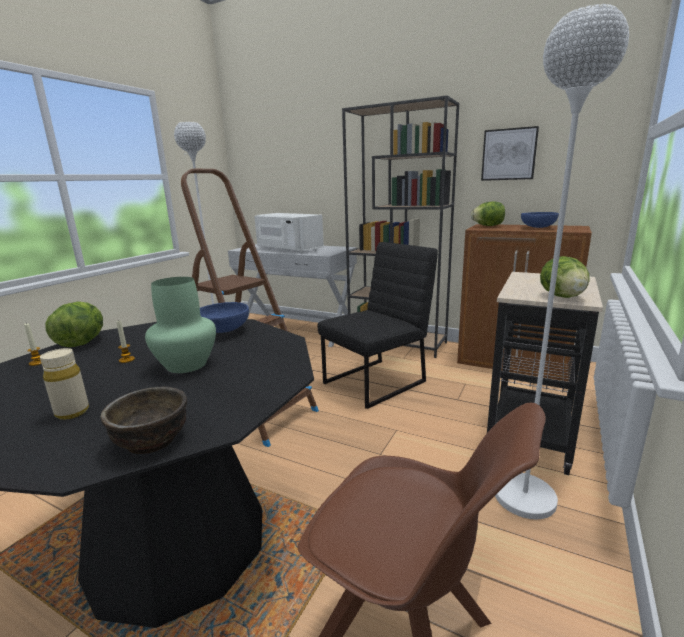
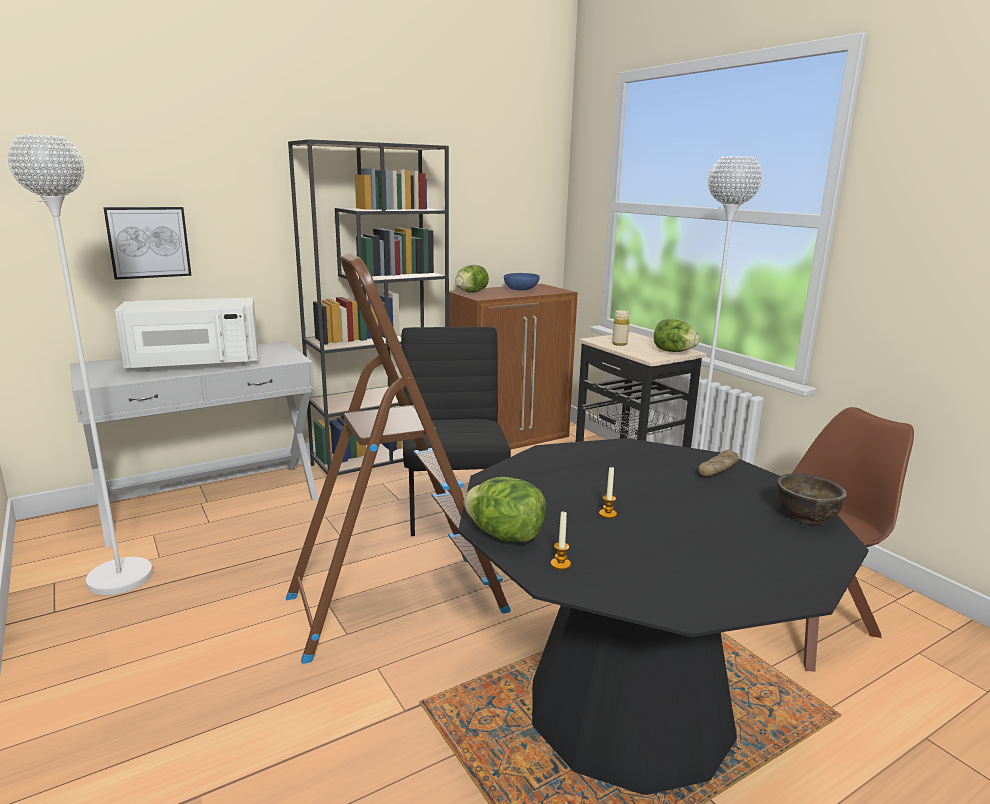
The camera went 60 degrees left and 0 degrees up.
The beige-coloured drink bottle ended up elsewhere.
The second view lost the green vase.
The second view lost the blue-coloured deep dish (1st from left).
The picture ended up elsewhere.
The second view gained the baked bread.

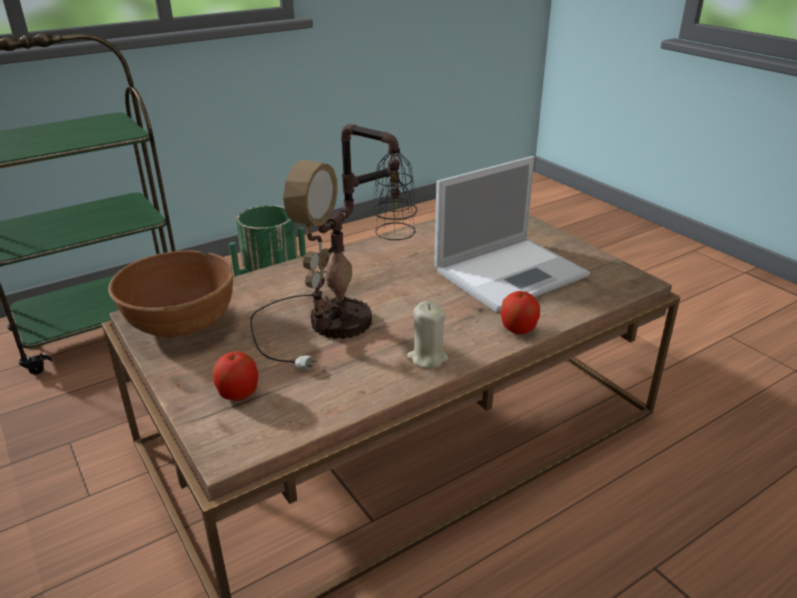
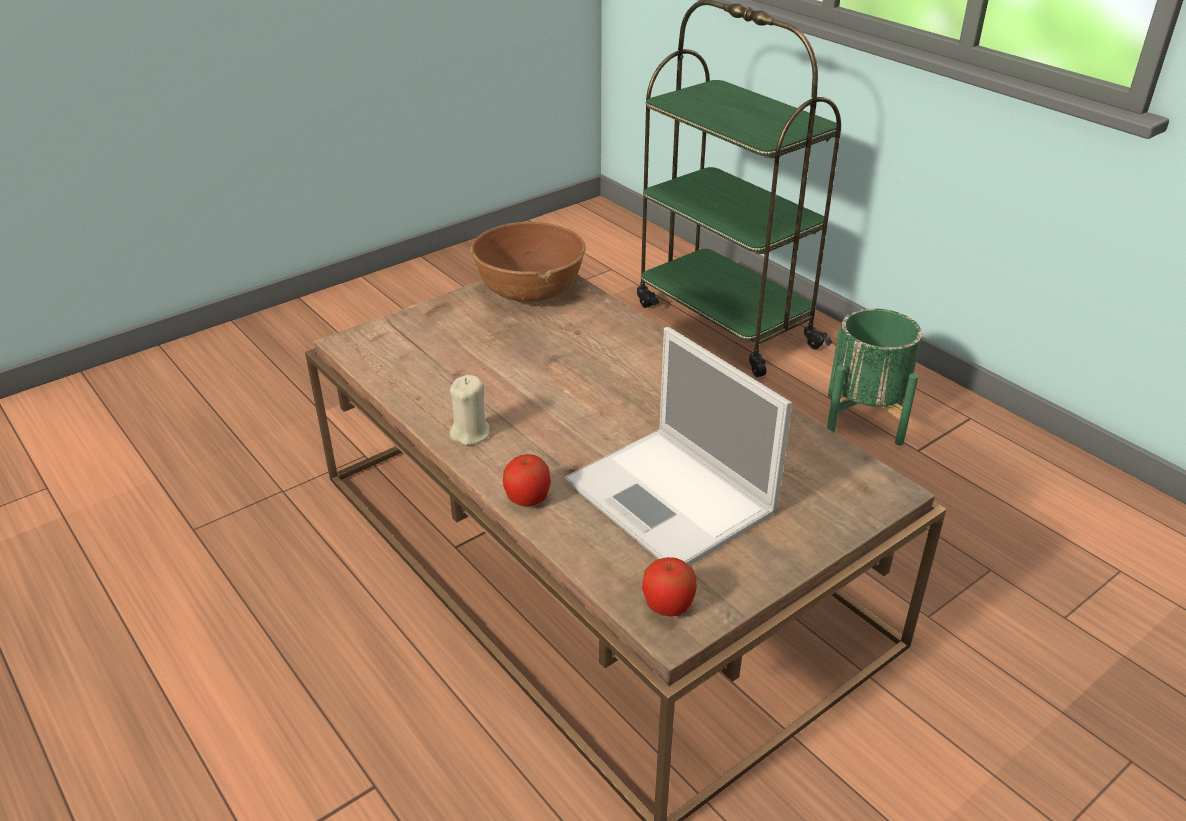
The camera went 85 degrees right and 5 degrees up.
The whole apple (1st from left in the first image) ended up elsewhere.
The second view lost the table lamp.

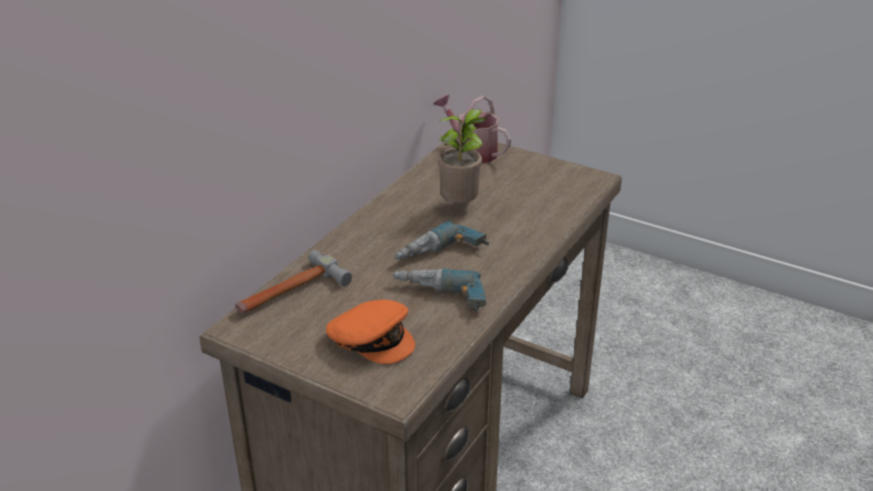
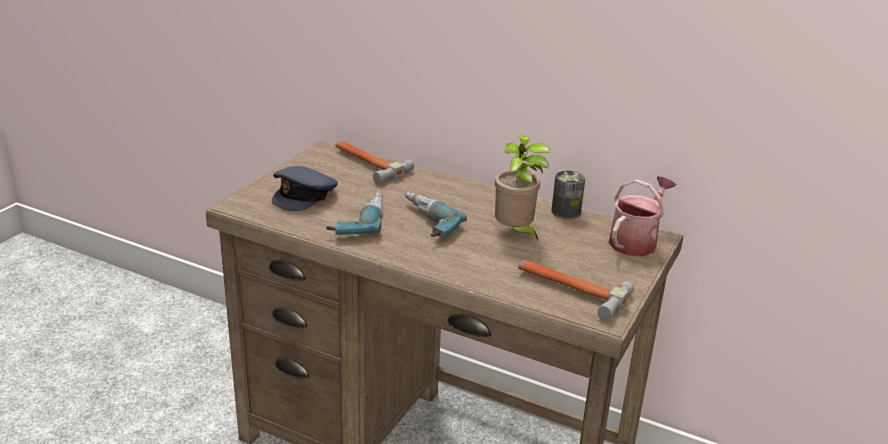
The camera went 85 degrees right and 5 degrees down.
What was the orange-coloured peaked cap turned into the grey peaked cap.
The second view gained the hand hammer (2nd from left).
The second view gained the sealed can.

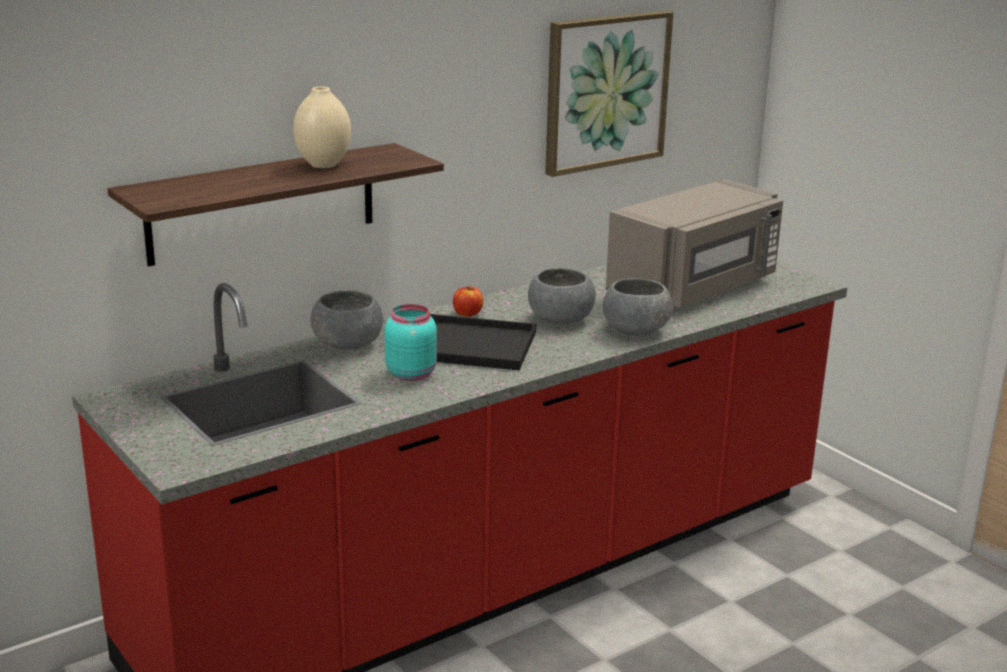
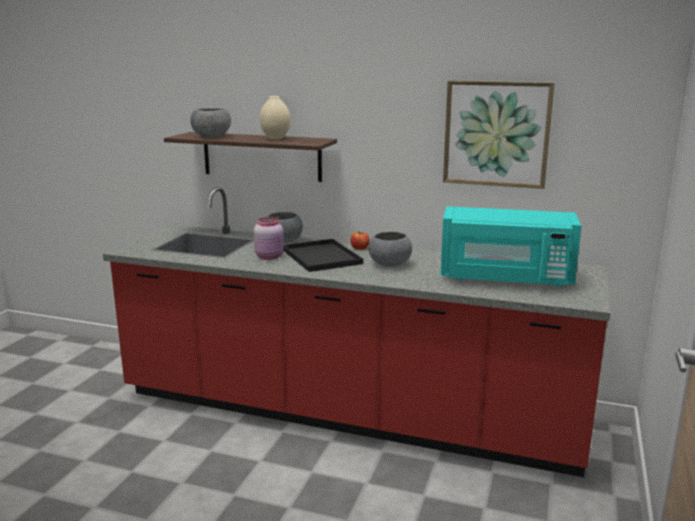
The camera went 55 degrees right and 5 degrees down.
What was the blue-green storage jar turned into the pinkish storage jar.
The grey deep dish (3rd from left in the first image) ended up elsewhere.
What was the grey microwave turned into the blue-green microwave.

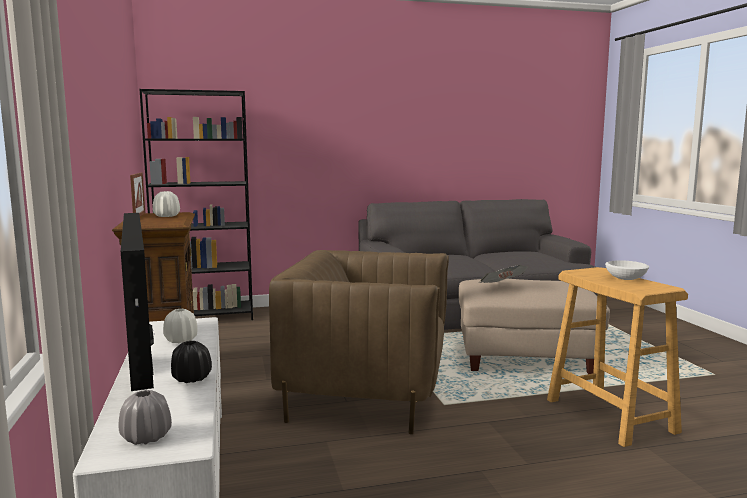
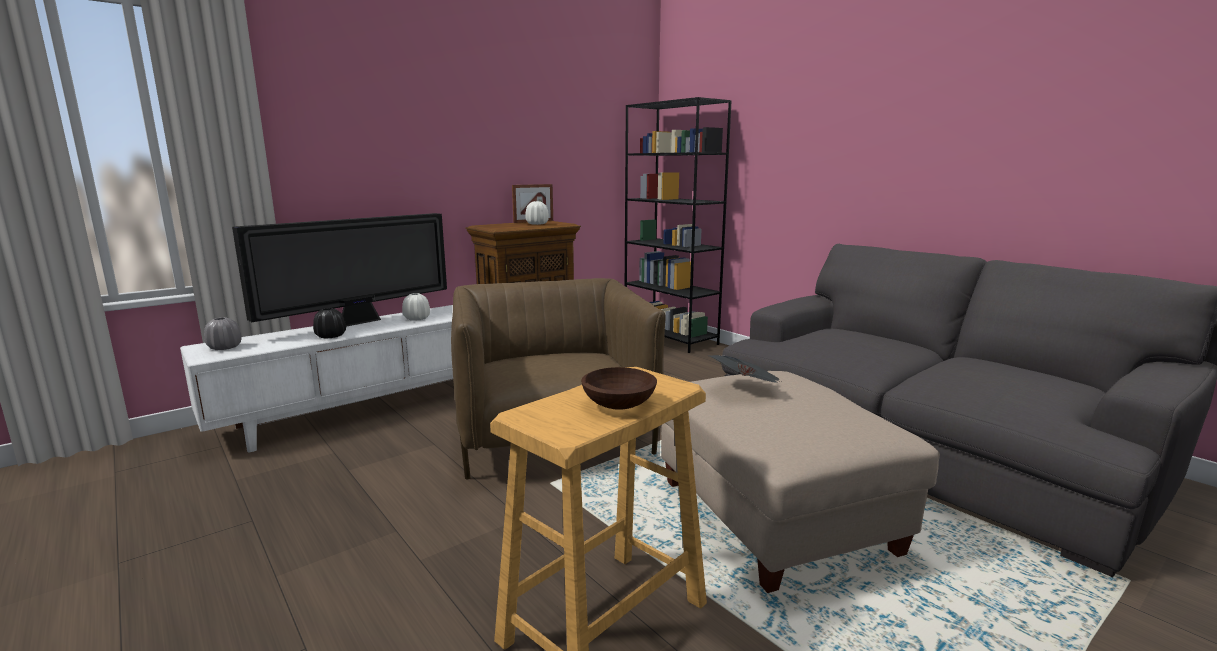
The camera went 65 degrees right and 5 degrees up.
What was the white-coloured deep dish turned into the brown-coloured deep dish.

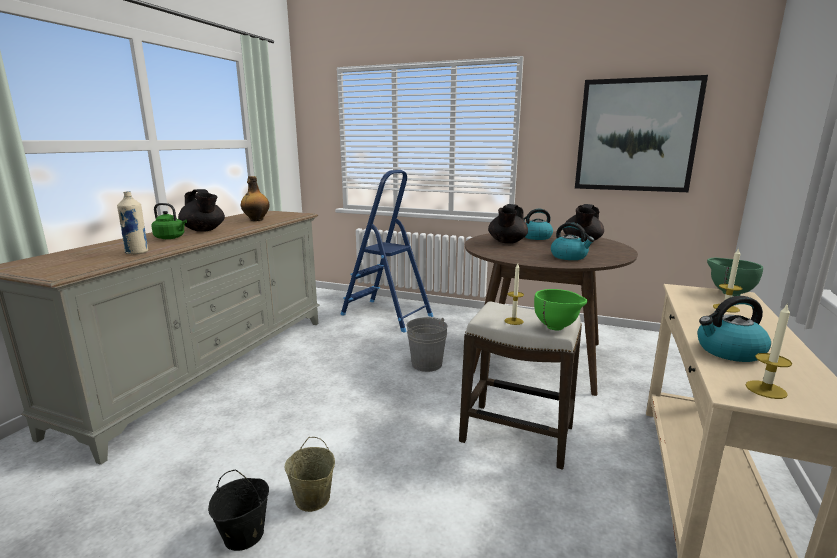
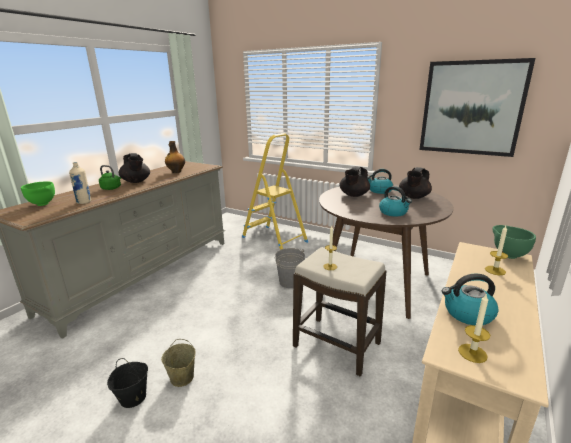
The camera went 10 degrees right and 5 degrees up.
What was the blue-coloured step stool turned into the yellow-coloured step stool.
The green deep dish (1st from left) ended up elsewhere.

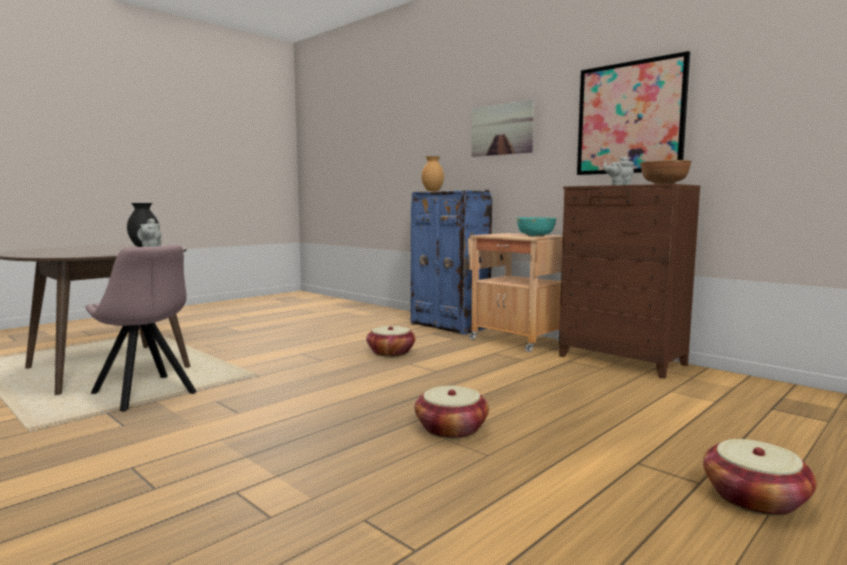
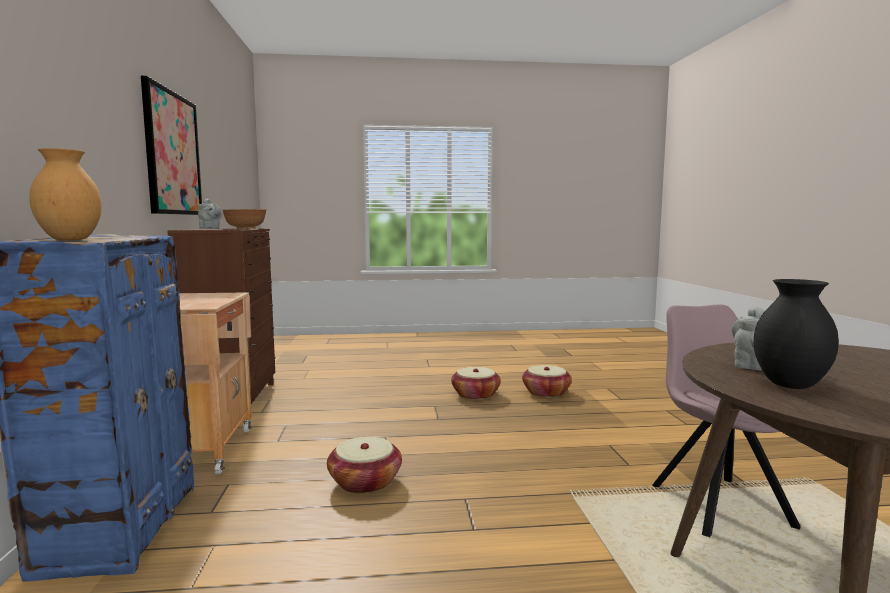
The camera went 140 degrees left and 0 degrees up.
The second view lost the picture (1st from left).
The second view lost the blue-green deep dish.
The basket (3rd from left) ended up elsewhere.

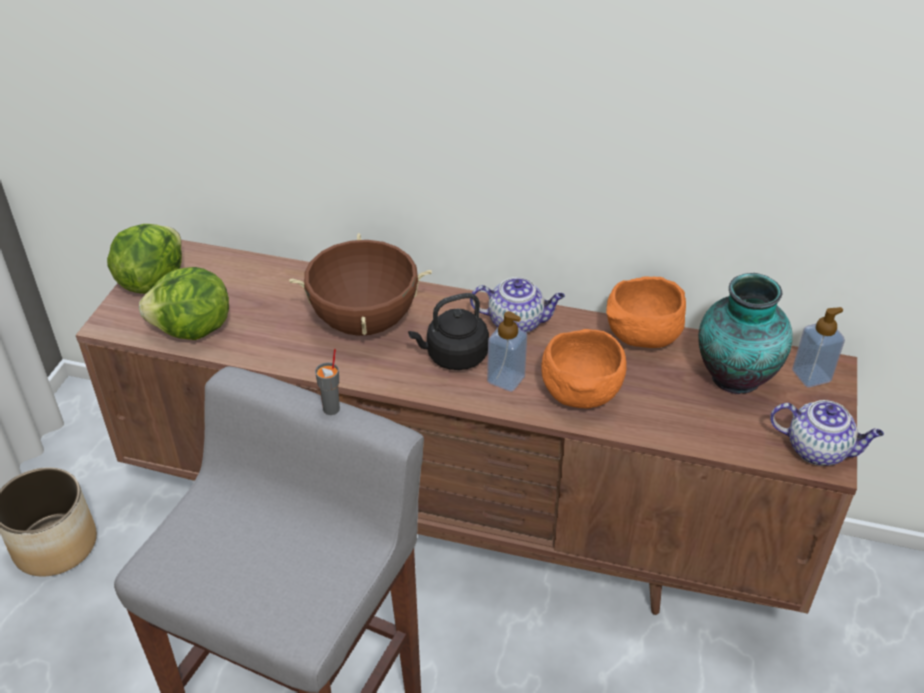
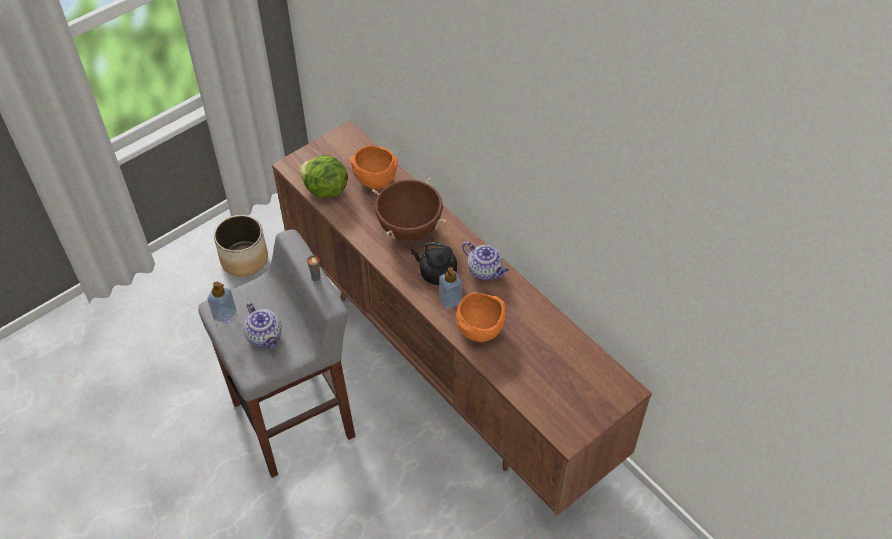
The camera went 35 degrees right and 10 degrees up.
The second view lost the lettuce head (1st from left).
The orange-coloured deep dish (2nd from left in the first image) ended up elsewhere.
The second view lost the vase.
The teapot (2nd from left in the first image) ended up elsewhere.
The soap bottle (2nd from left in the first image) ended up elsewhere.

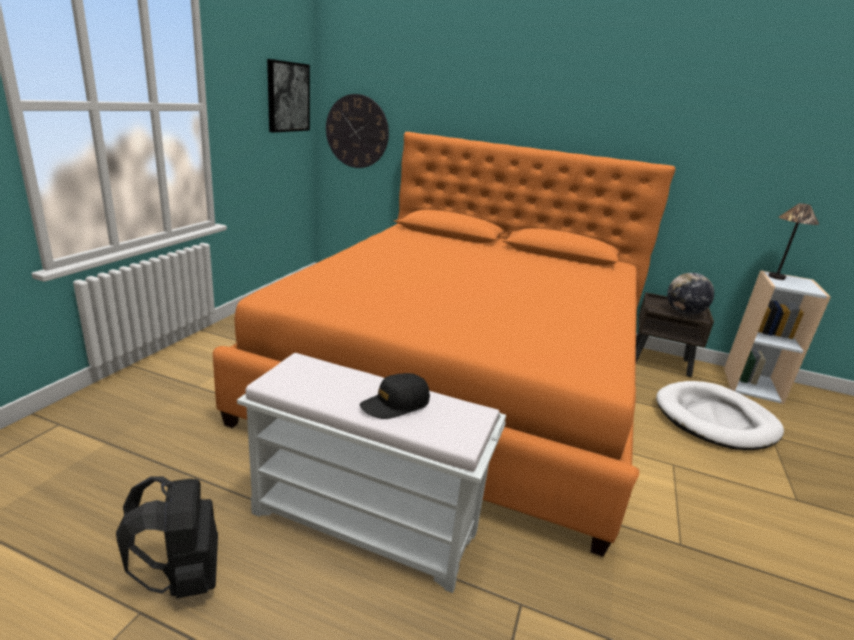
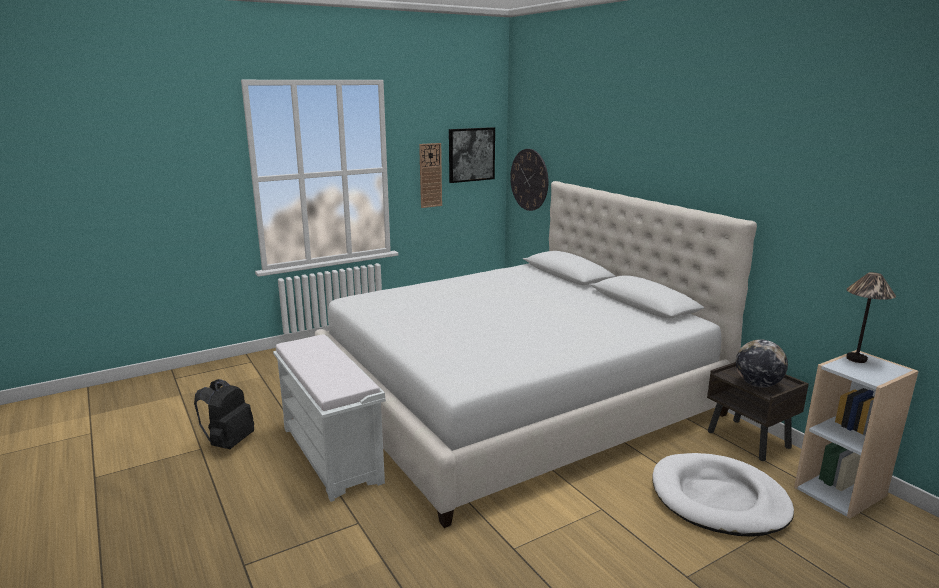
The camera went 40 degrees right and 5 degrees down.
What was the orange-coloured bed turned into the white-coloured bed.
The second view lost the black peaked cap.
The second view gained the hanging clock (1st from left).

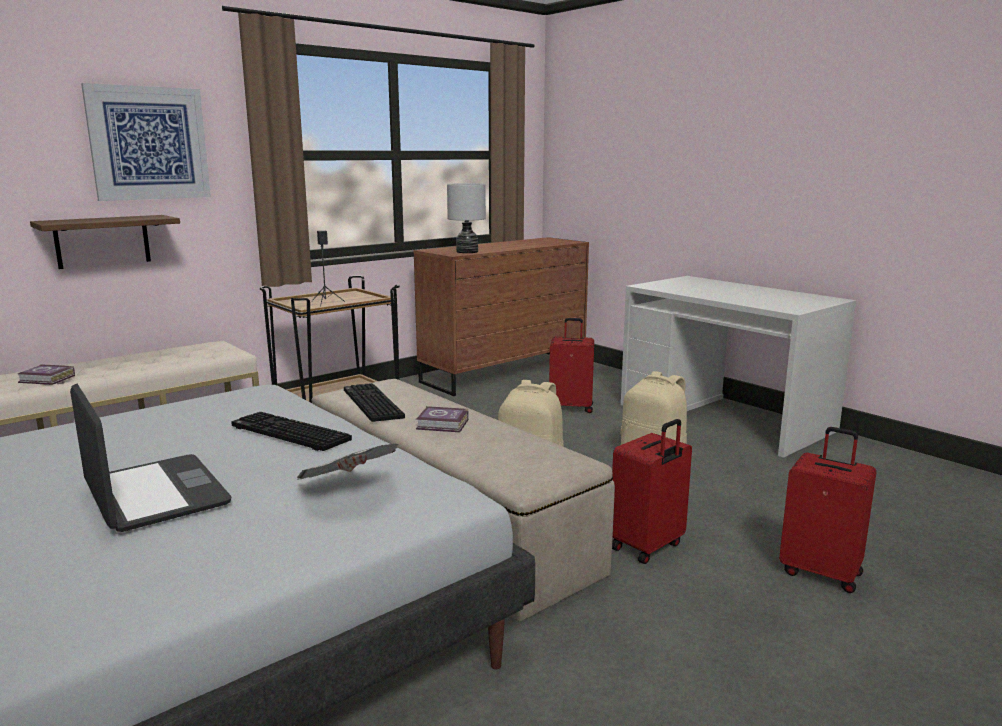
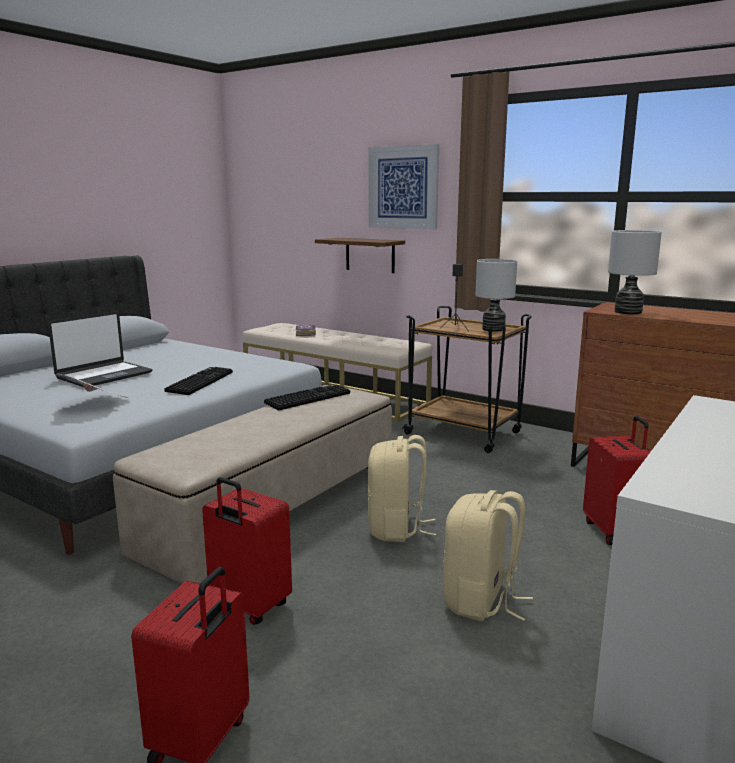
The camera went 75 degrees right and 0 degrees up.
The second view lost the volume (2nd from left).
The second view gained the grey table lamp (1st from left).

